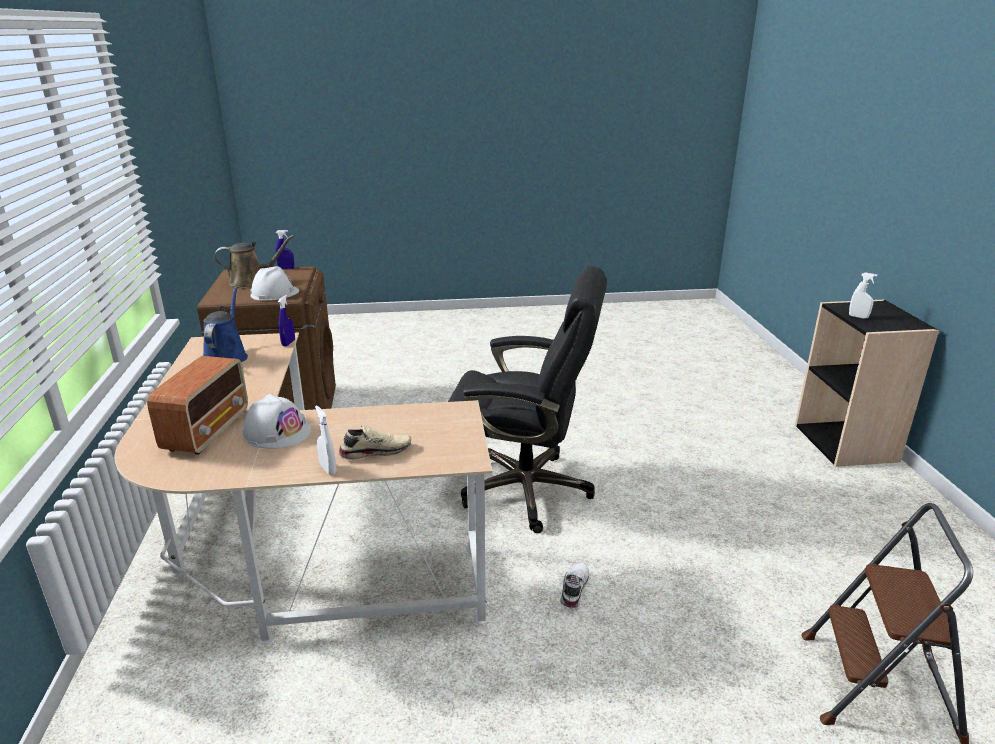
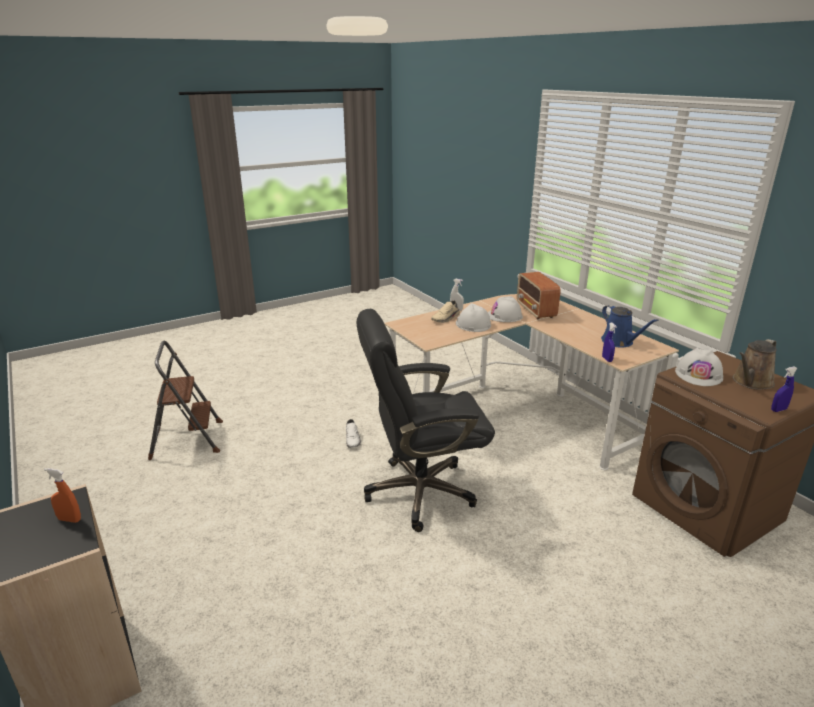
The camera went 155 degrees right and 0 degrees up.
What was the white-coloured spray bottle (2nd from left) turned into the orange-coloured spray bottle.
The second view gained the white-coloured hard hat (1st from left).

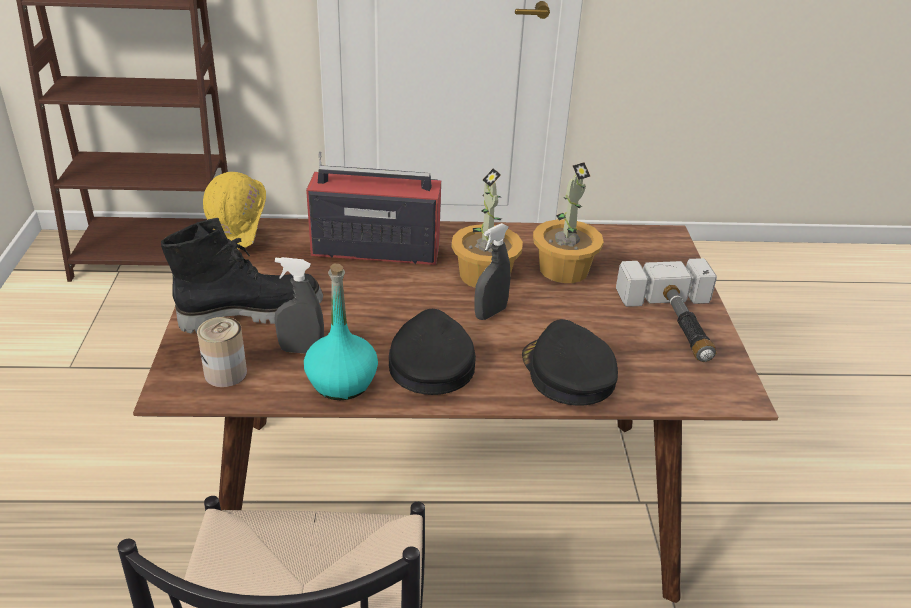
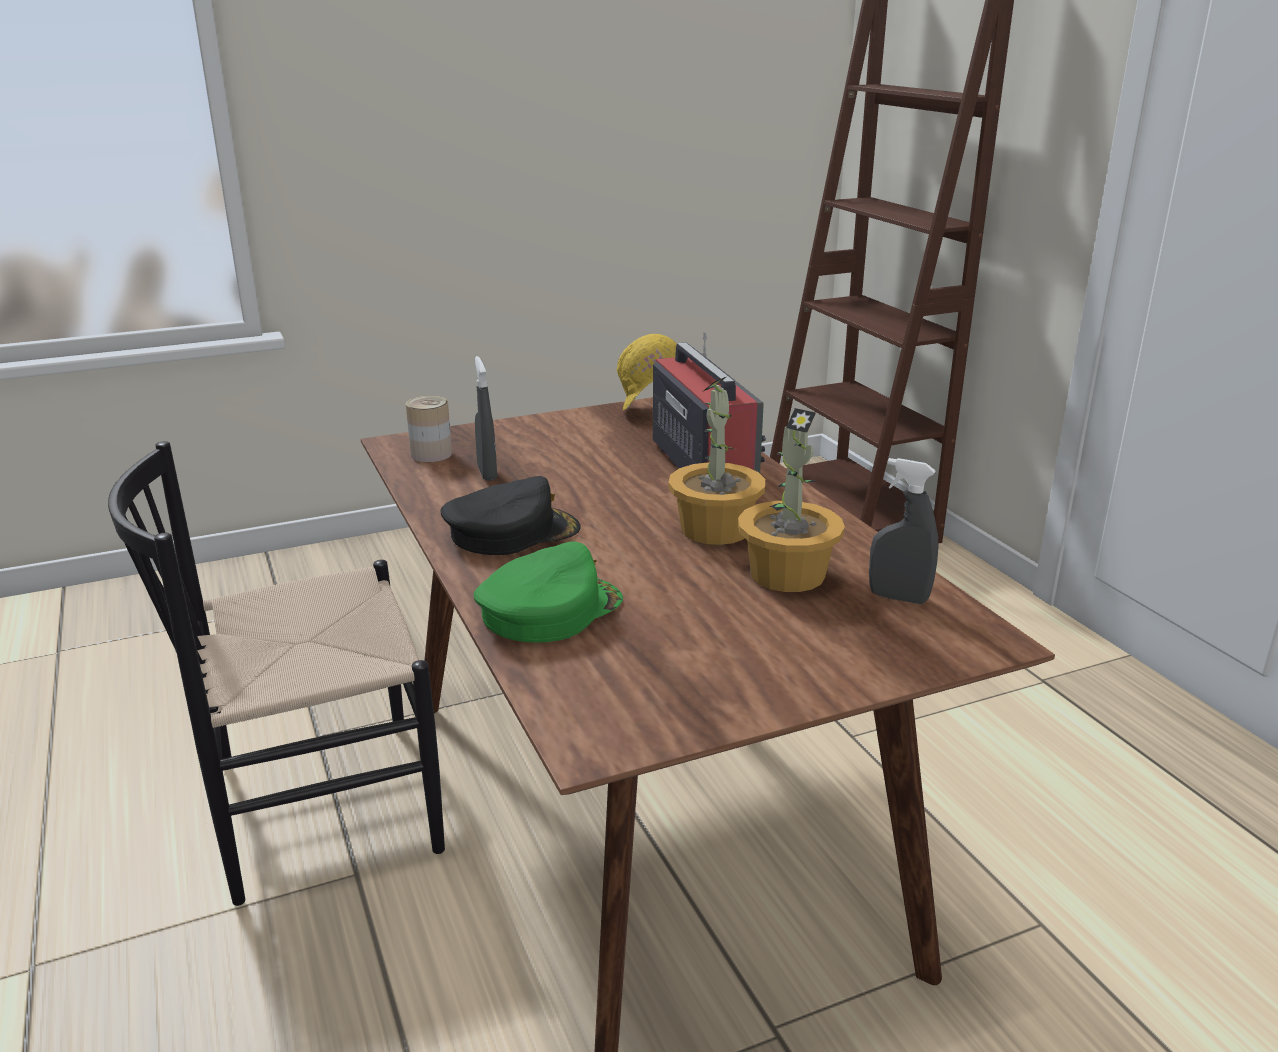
The camera went 70 degrees right and 10 degrees down.
The second view lost the black tall boot.
The second view lost the blue-green drink bottle.
The grey spray bottle (2nd from left) ended up elsewhere.
What was the black peaked cap (2nd from left) turned into the green peaked cap.
The second view lost the hand hammer.

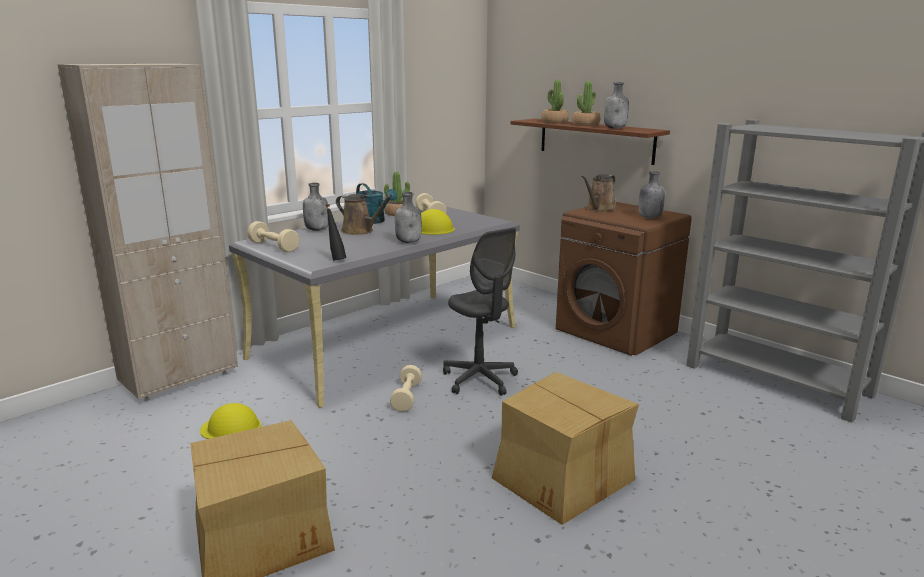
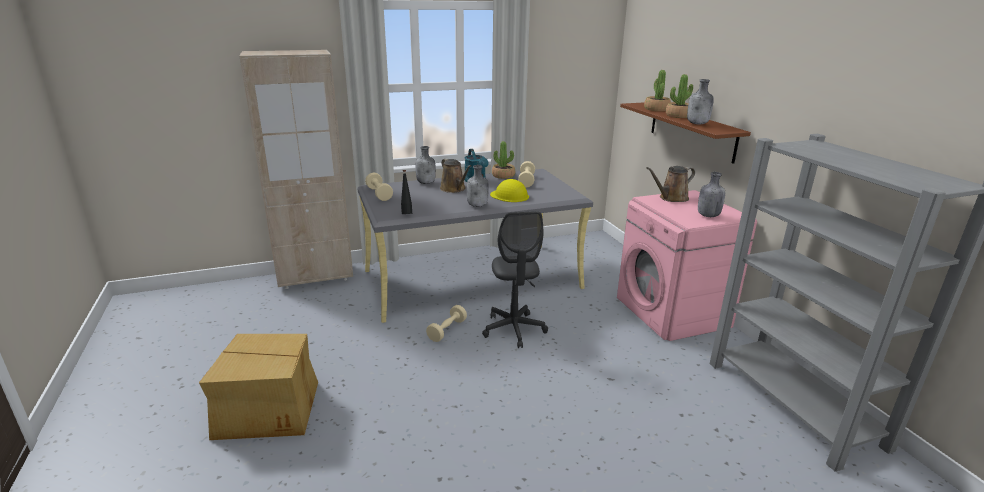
The camera went 25 degrees right and 5 degrees up.
The second view lost the yellow-coloured hard hat (1st from left).
The second view lost the packing box (2nd from left).
What was the brown-coloured washing machine turned into the pinkish washing machine.

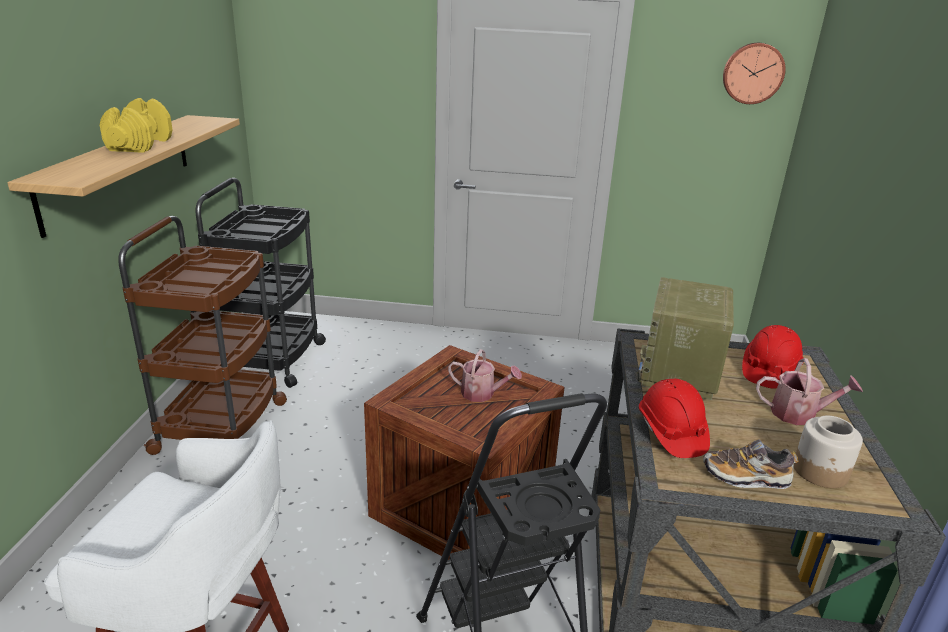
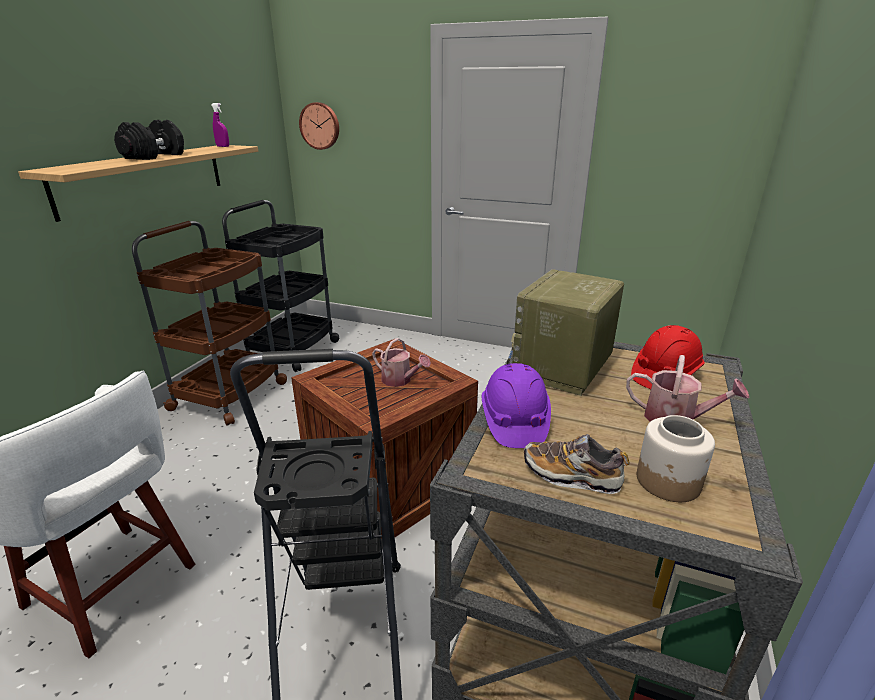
The camera went 15 degrees right and 0 degrees up.
What was the yellow-coloured dumbbell turned into the black dumbbell.
What was the red-coloured hard hat (1st from left) turned into the purple-coloured hard hat.
The hanging clock ended up elsewhere.
The second view gained the purple-coloured spray bottle.

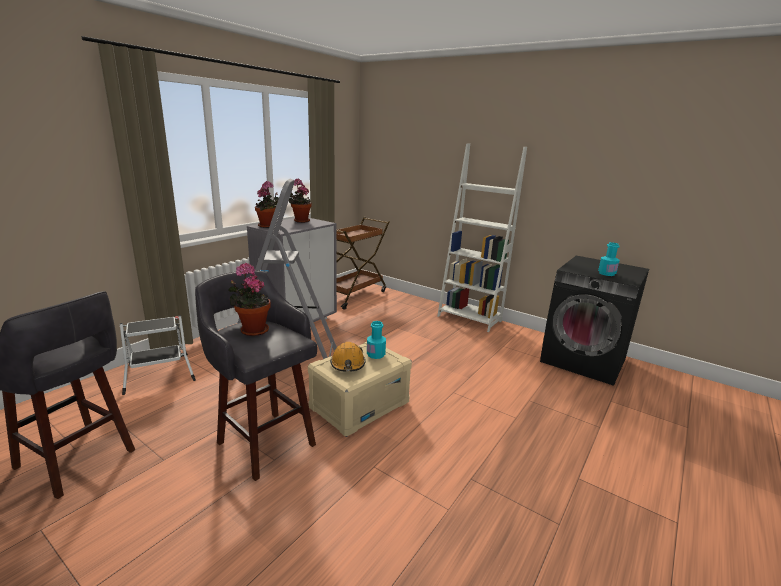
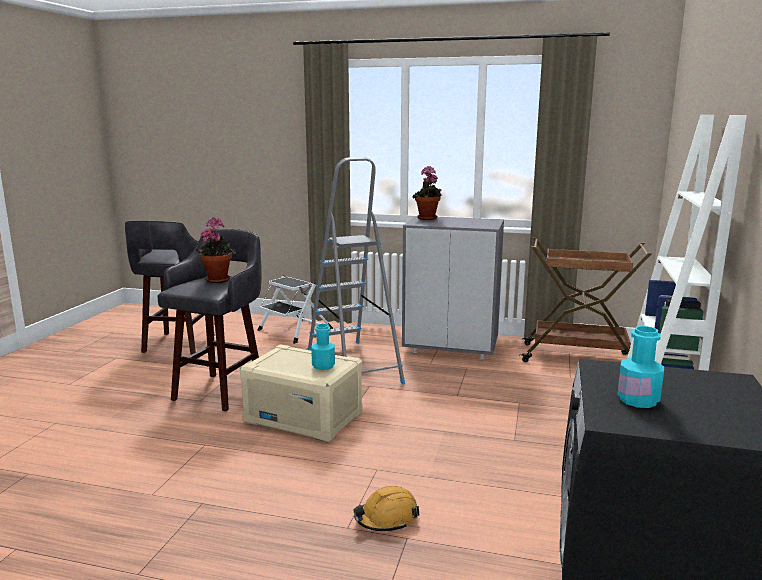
The camera went 70 degrees right and 5 degrees down.
The second view lost the plant in a pot (3rd from left).
The orange-coloured hard hat ended up elsewhere.

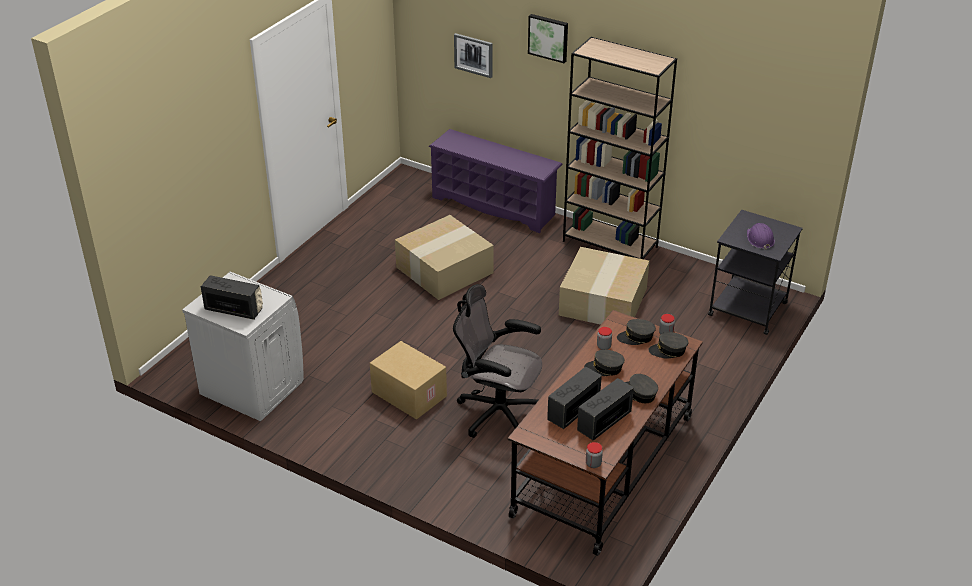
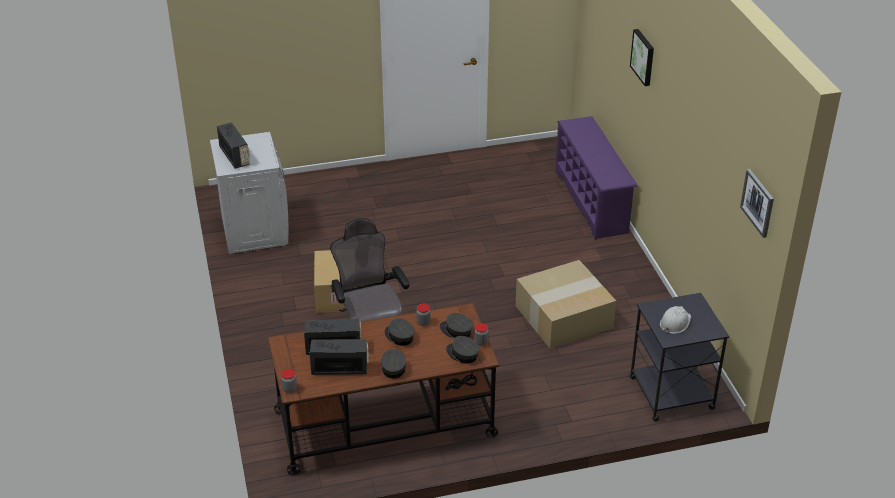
The camera went 45 degrees right and 0 degrees up.
The second view lost the packing box (2nd from left).
The picture (1st from left in the first image) ended up elsewhere.
The second view lost the beige-coloured bookcase.
What was the purple-coloured hard hat turned into the white-coloured hard hat.

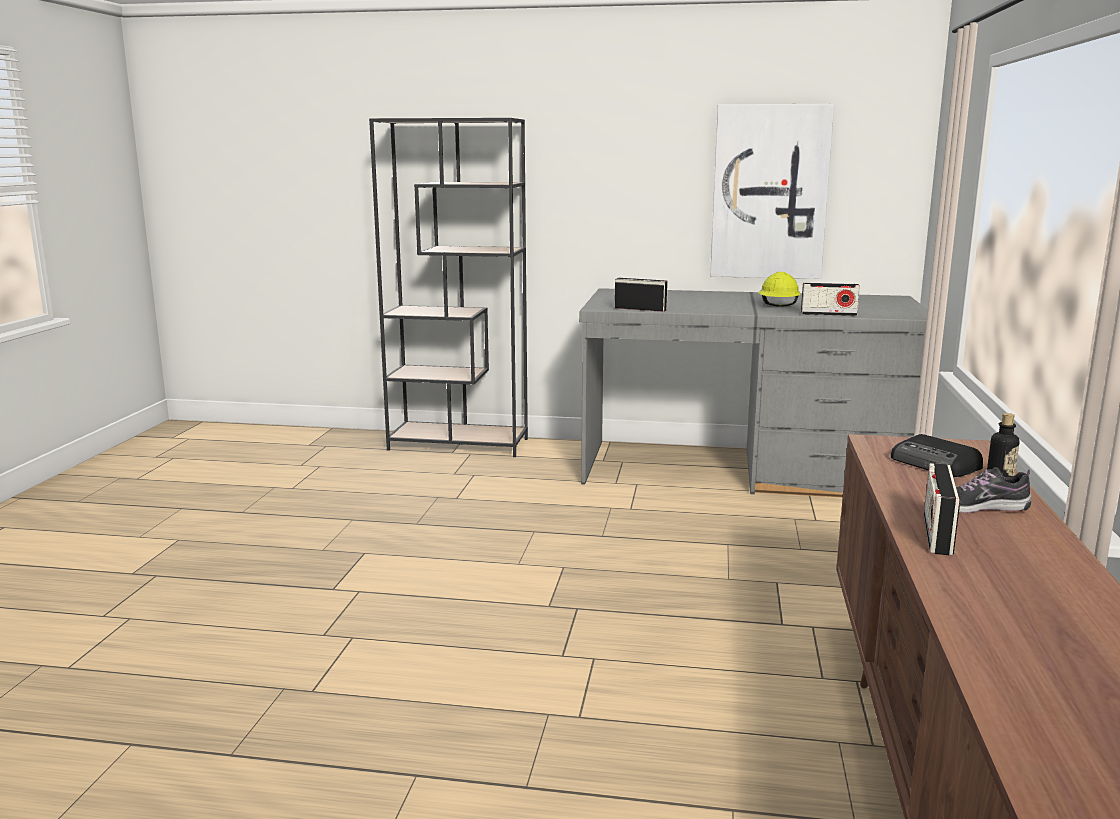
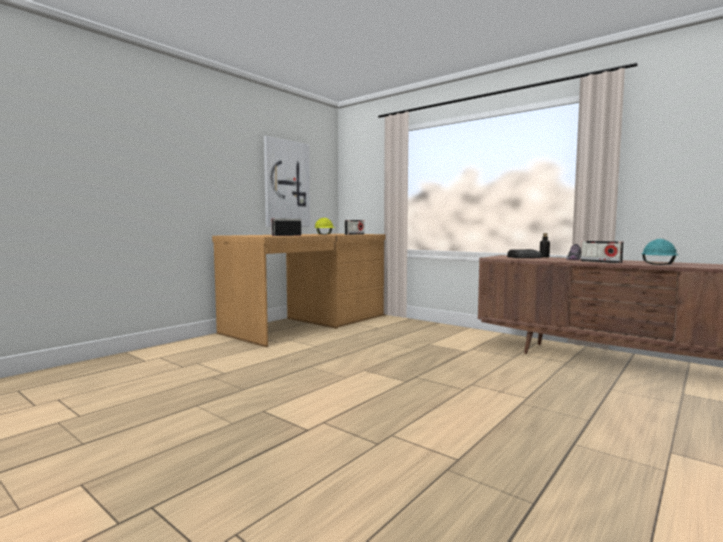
The camera went 60 degrees left and 10 degrees down.
The second view lost the bookcase.
What was the grey desk table turned into the brown-coloured desk table.
The second view gained the blue-green hard hat.

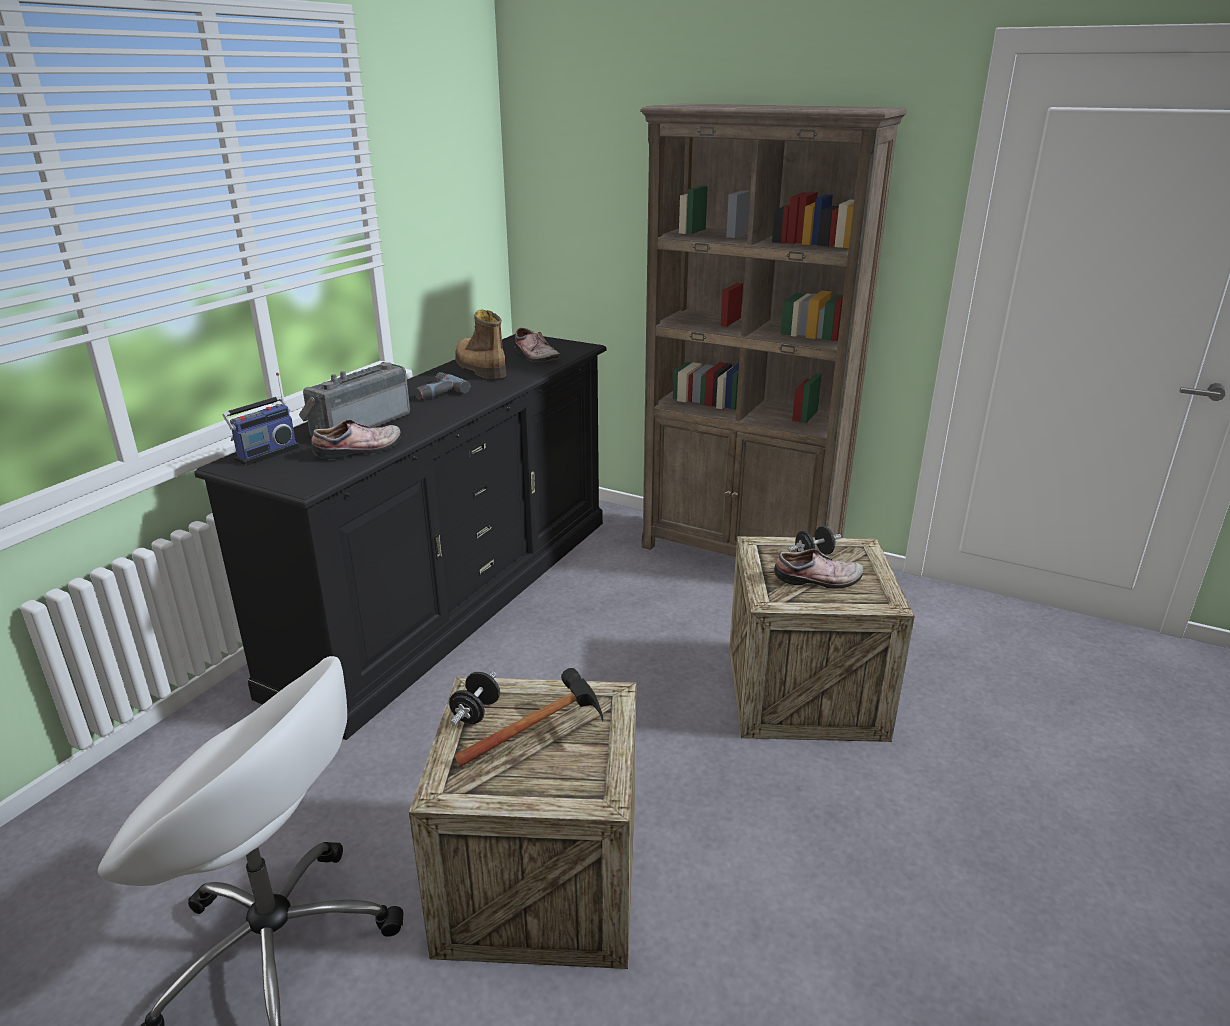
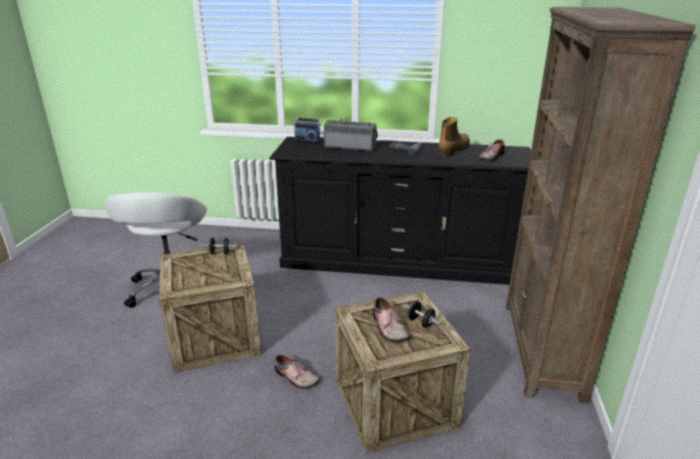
The camera went 70 degrees right and 0 degrees up.
The low shoe (1st from left) ended up elsewhere.
The second view lost the hand hammer.

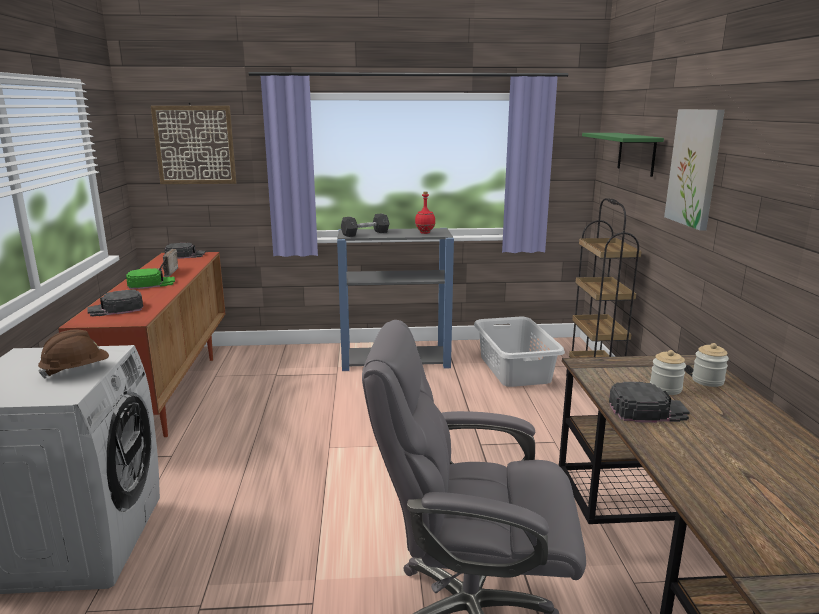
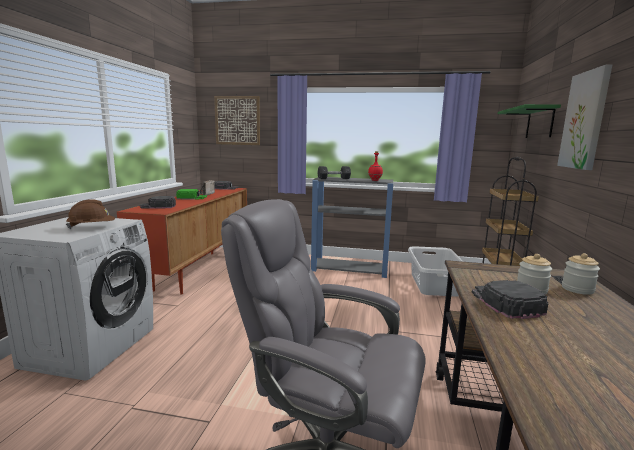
The camera went 15 degrees right and 5 degrees down.
The black peaked cap (3rd from left) ended up facing another way, 120 degrees counterclockwise from before.

